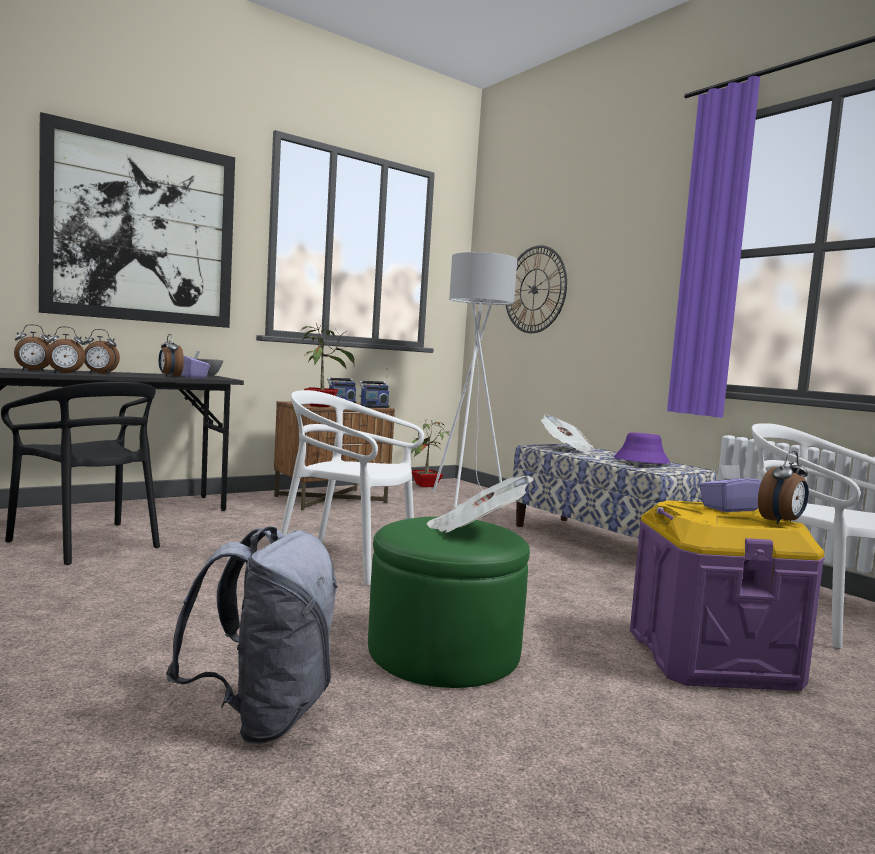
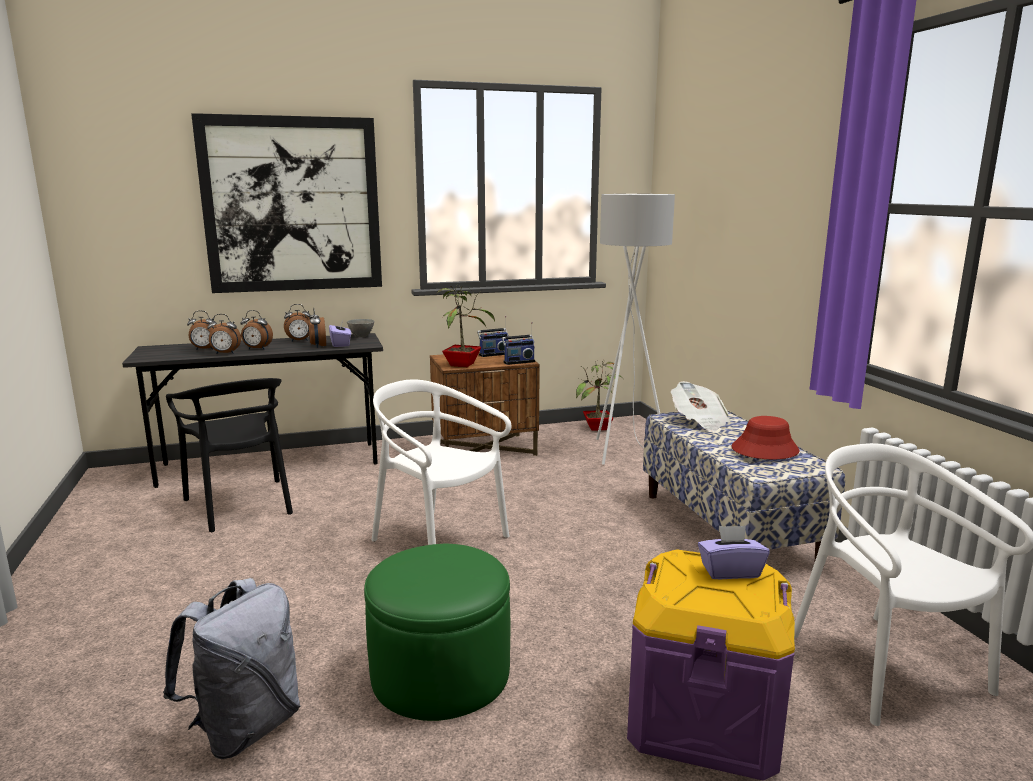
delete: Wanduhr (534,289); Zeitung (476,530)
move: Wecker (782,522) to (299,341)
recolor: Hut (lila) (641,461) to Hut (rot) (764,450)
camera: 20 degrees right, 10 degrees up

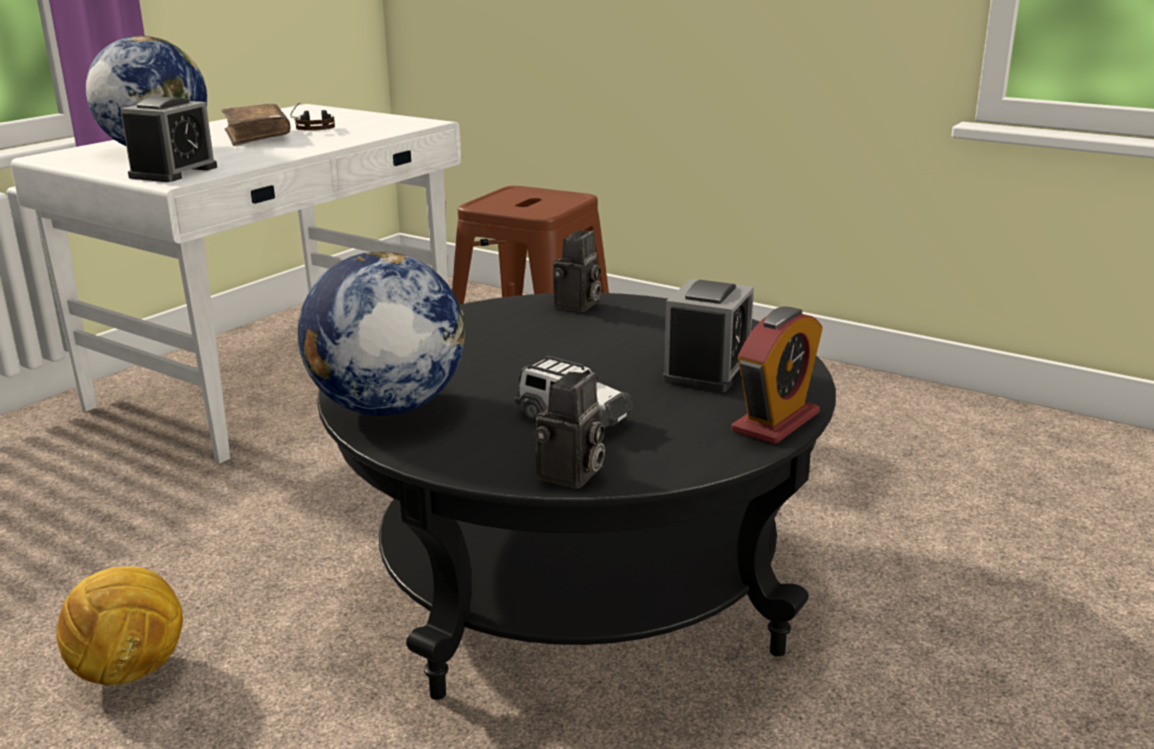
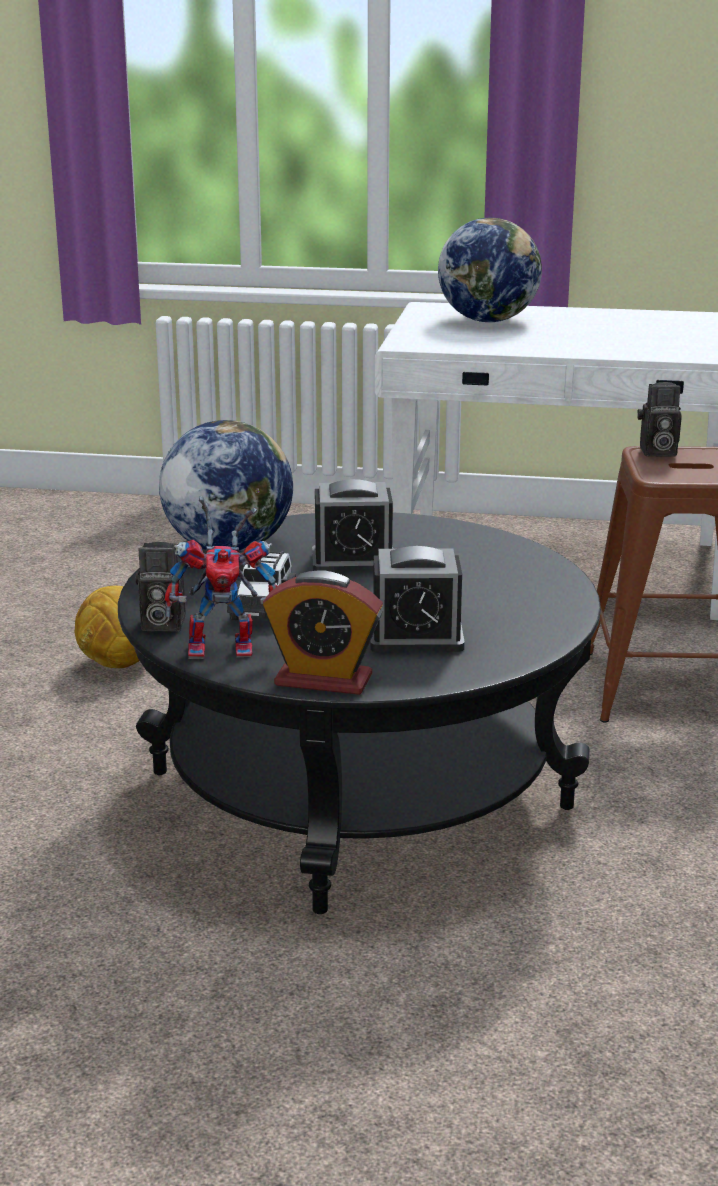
delete: Kopfhörer (313,128); Buch (braun) (257,136)
insert: Spielzeugroboter (227,647)
move: Wecker (173,172) to (353,561); Kamera (577,306) to (656,452)
camera: 65 degrees right, 0 degrees up

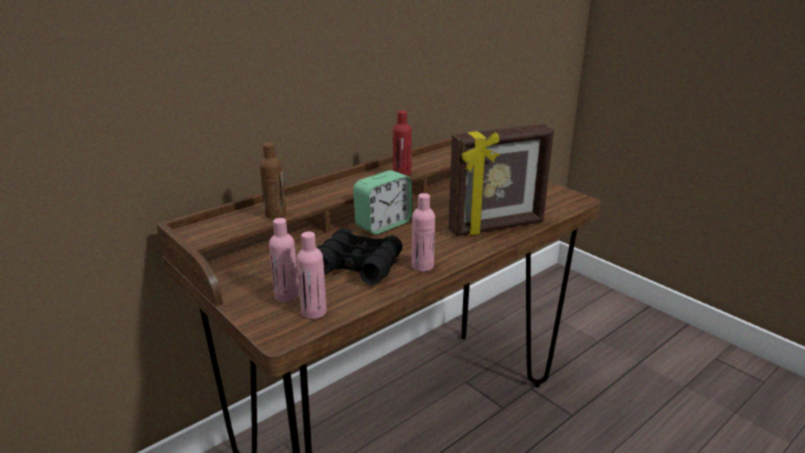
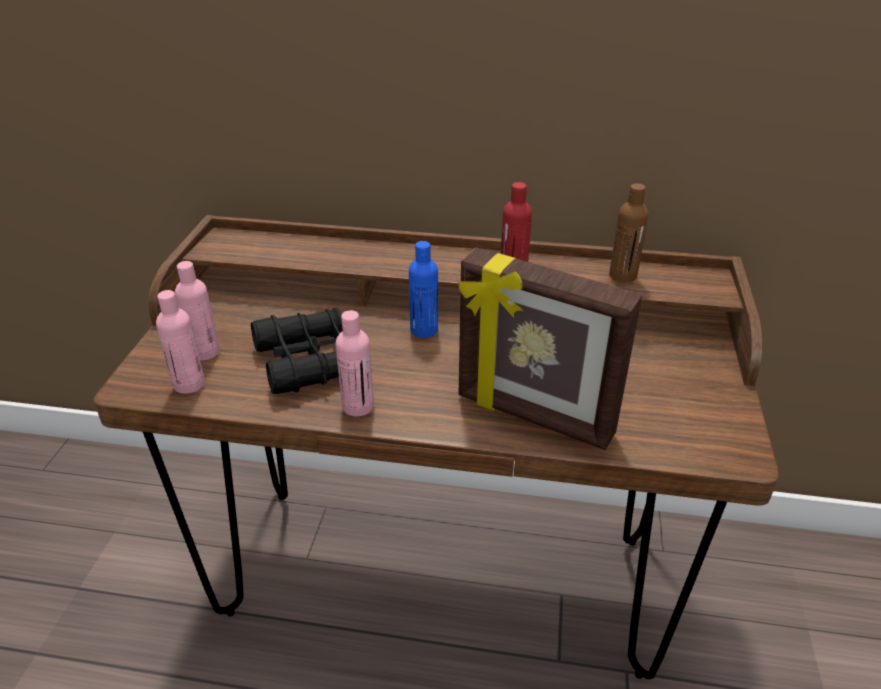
move: Flasche (braun) (275,214) to (622,275)
replace: Wecker (383,224) to Flasche (blau) (424,330)
camera: 50 degrees right, 10 degrees up

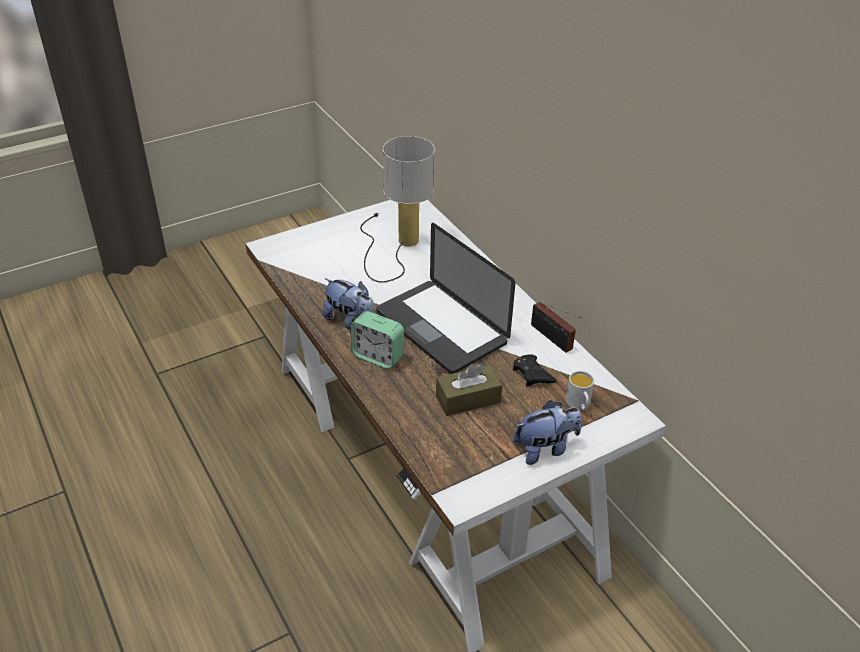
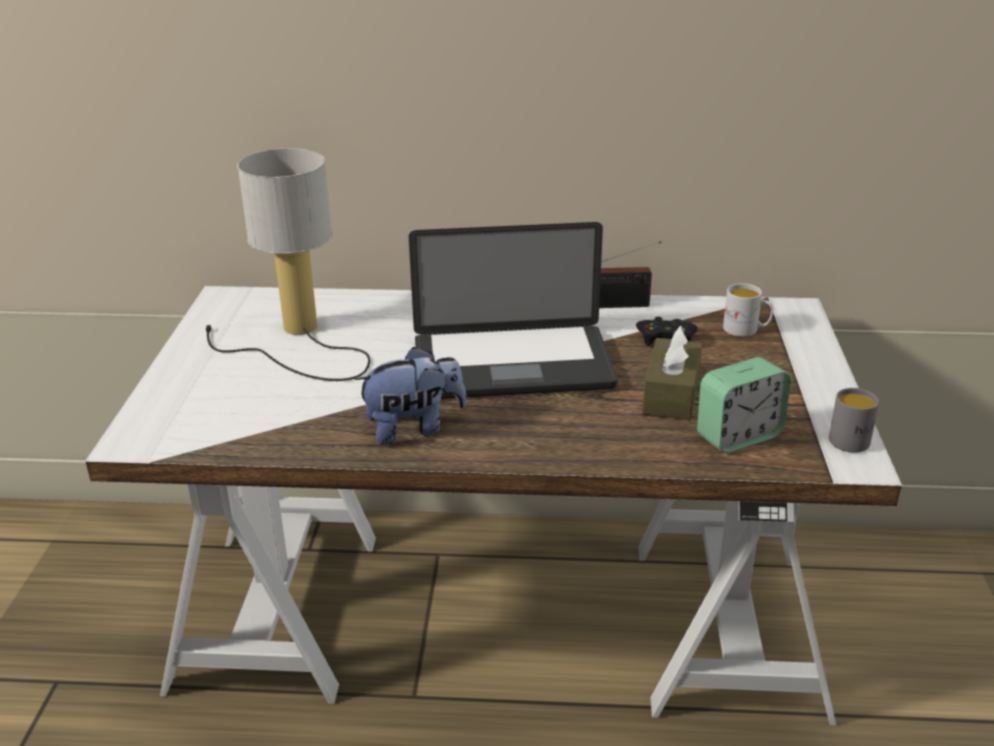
delete: Plüschtier (545,449)
insert: Henkelbecher (grau) (851,438)
move: Wecker (378,356) to (738,436)
camera: 55 degrees left, 10 degrees down

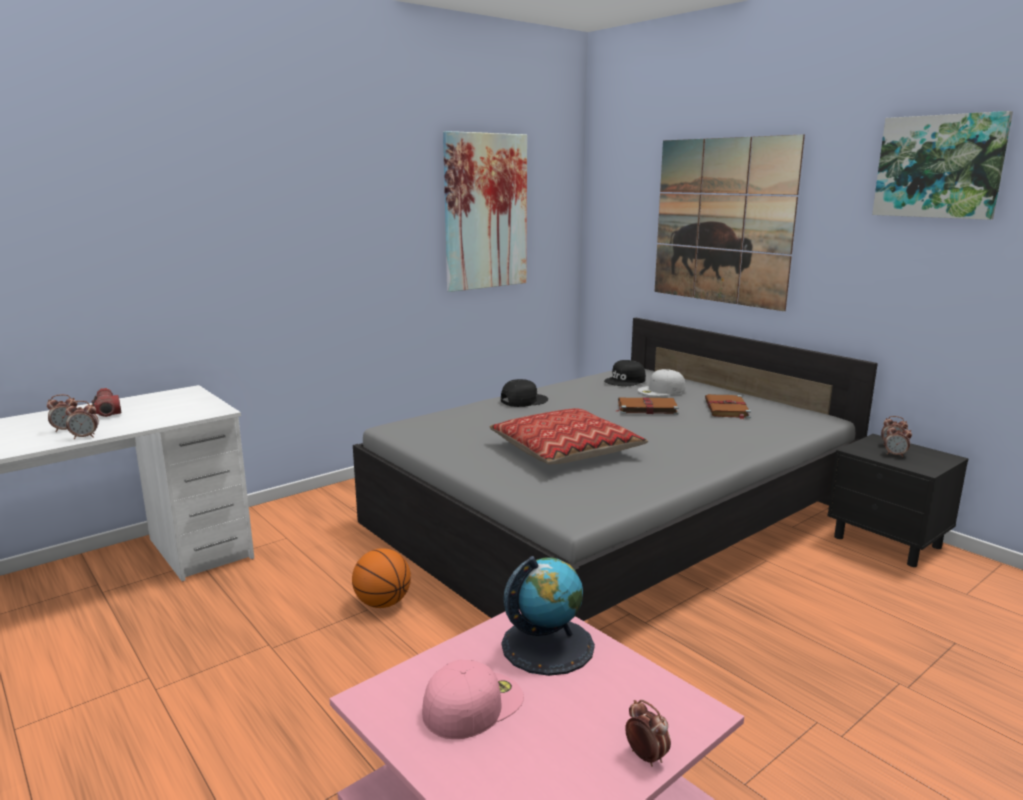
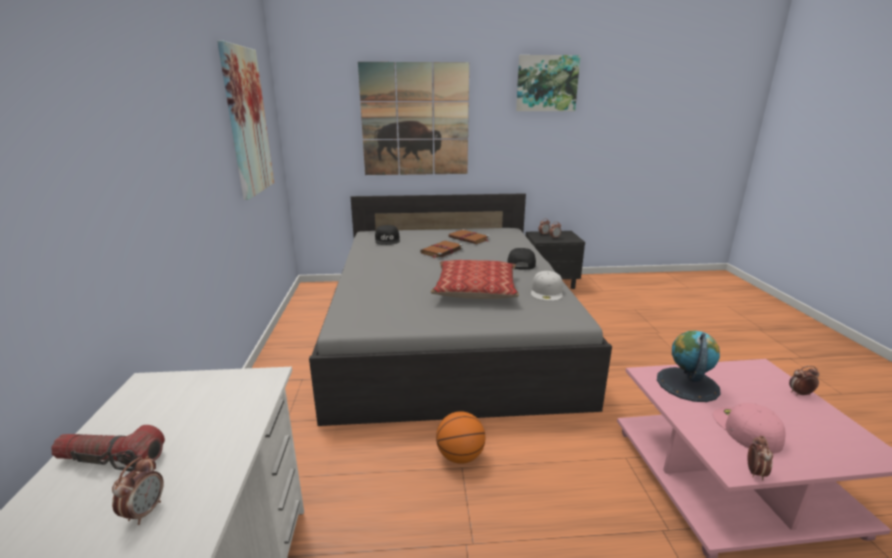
move: Kappe (weiß) (661,390) to (547,291); Kappe (schwarz) (523,400) to (520,263); Wecker (85,437) to (754,472)
camera: 55 degrees left, 5 degrees up

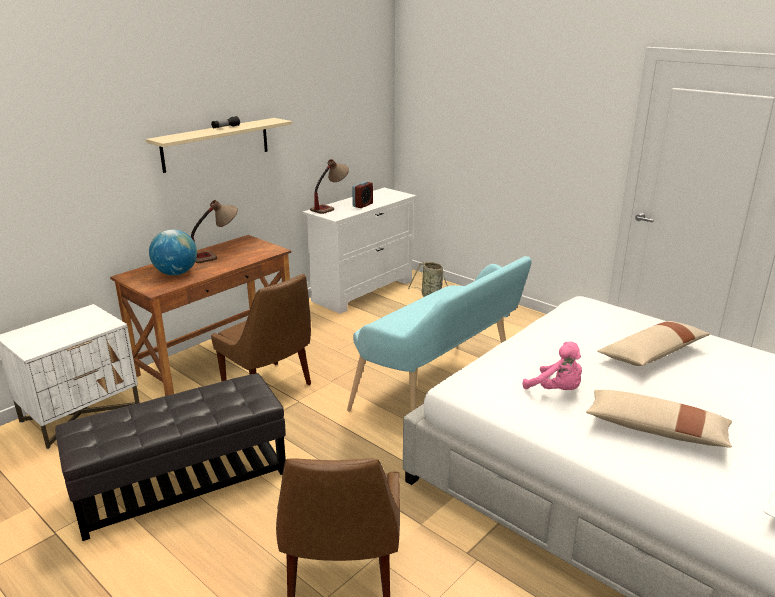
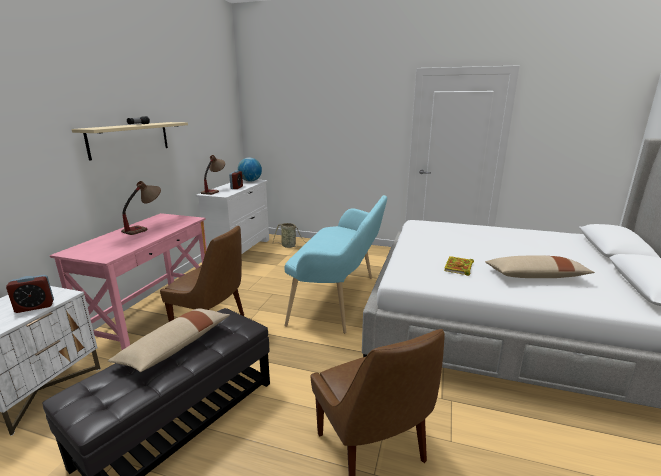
insert: Wecker (35,307)
move: Globus (176,273) to (250,181); Kissen (beige) (652,354) to (176,346)
replace: Plüschtier (rosa) (556,390) to Buch (459,268)
recolor: Schreibtisch (braun) (216,358) to Schreibtisch (rosa) (152,314)
camera: 25 degrees left, 5 degrees down

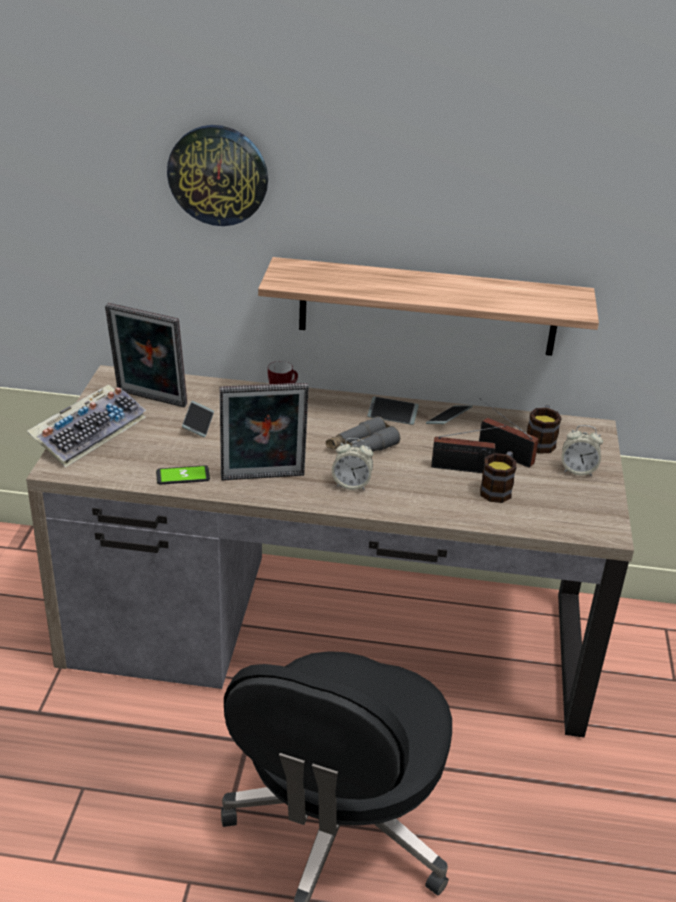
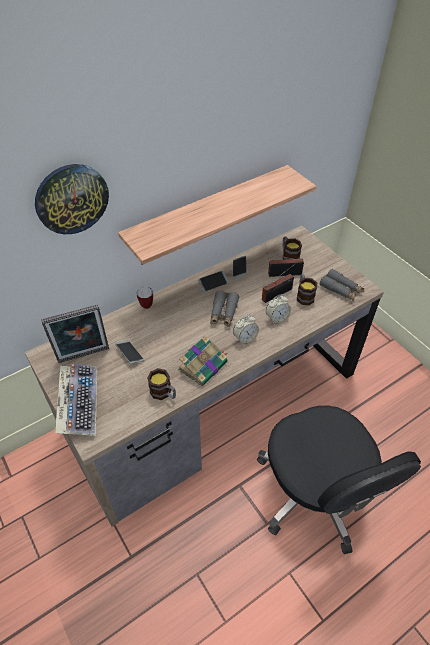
insert: Fernglas (grau) (341,289)
move: Wecker (577,470) to (277,318)
replace: Bilderrahmen (263,479) to Buch (203,365); Handy (183,476) to Henkelbecher (164,393)
camera: 40 degrees left, 15 degrees up

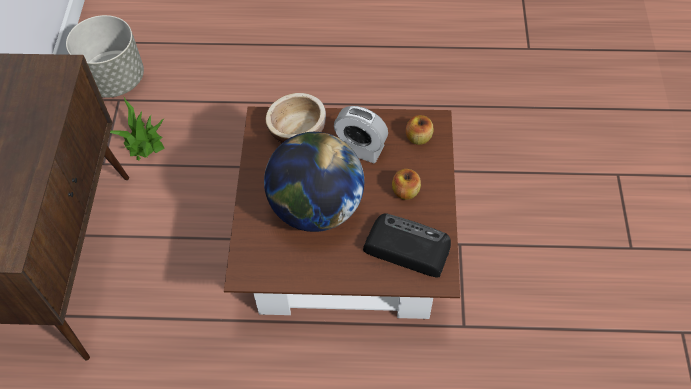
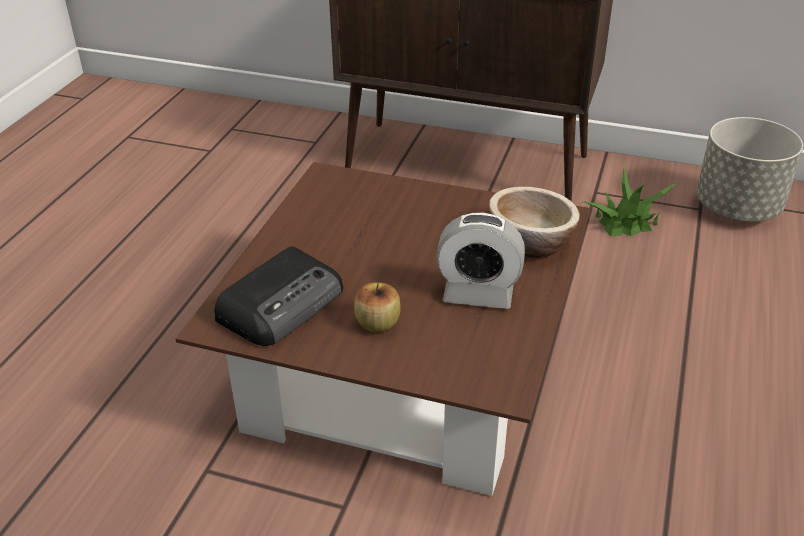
delete: Apfel (418,138); Globus (316,208)
rotate: Wecker (360,148) = (478,295) 120 degrees counterclockwise
camera: 105 degrees right, 20 degrees down

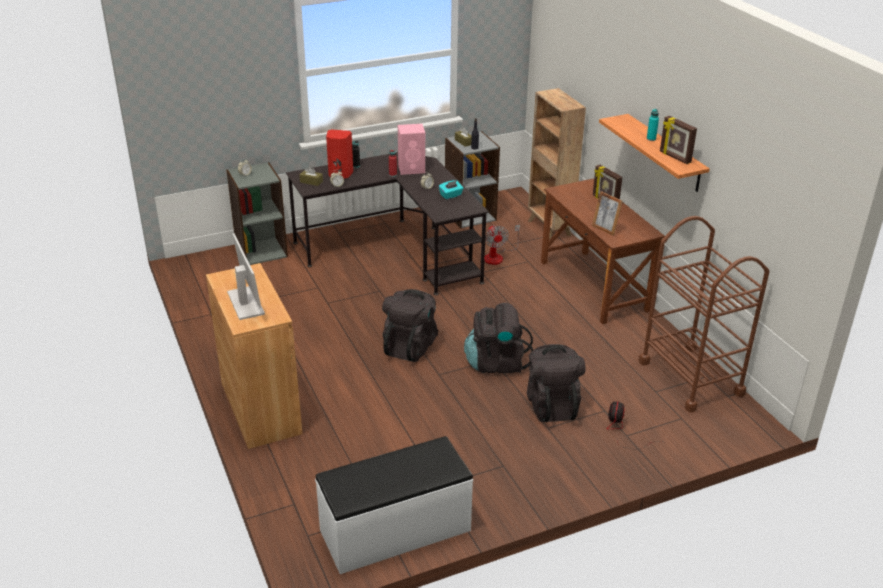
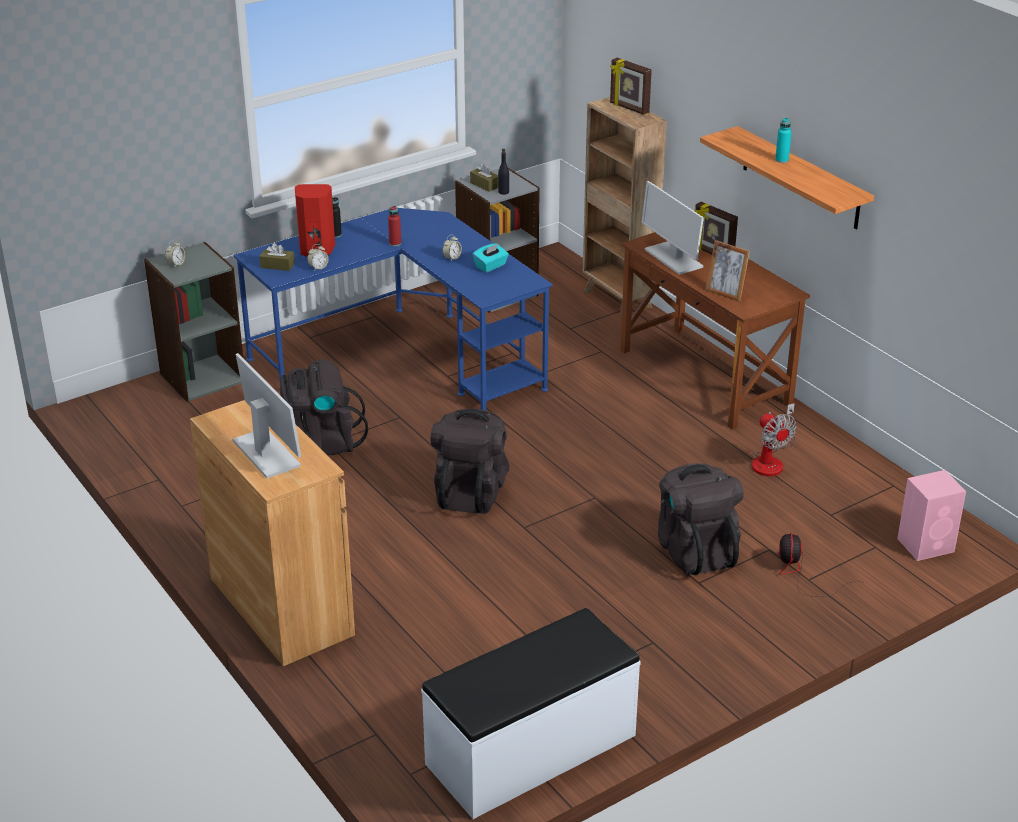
delete: Rollwagen (braun) (690,377)
insert: Monitor (672,258)
move: Bilderrahmen (674,157) to (629,108); Lautsprecher (rosa) (412,169) to (926,545); Ventilator (497,256) to (771,460); Rucksack (schwarz) (496,363) to (319,444)
recolor: Schreibtisch (schwarz) (395,251) to Schreibtisch (blau) (403,356)
camera: 10 degrees left, 0 degrees up

